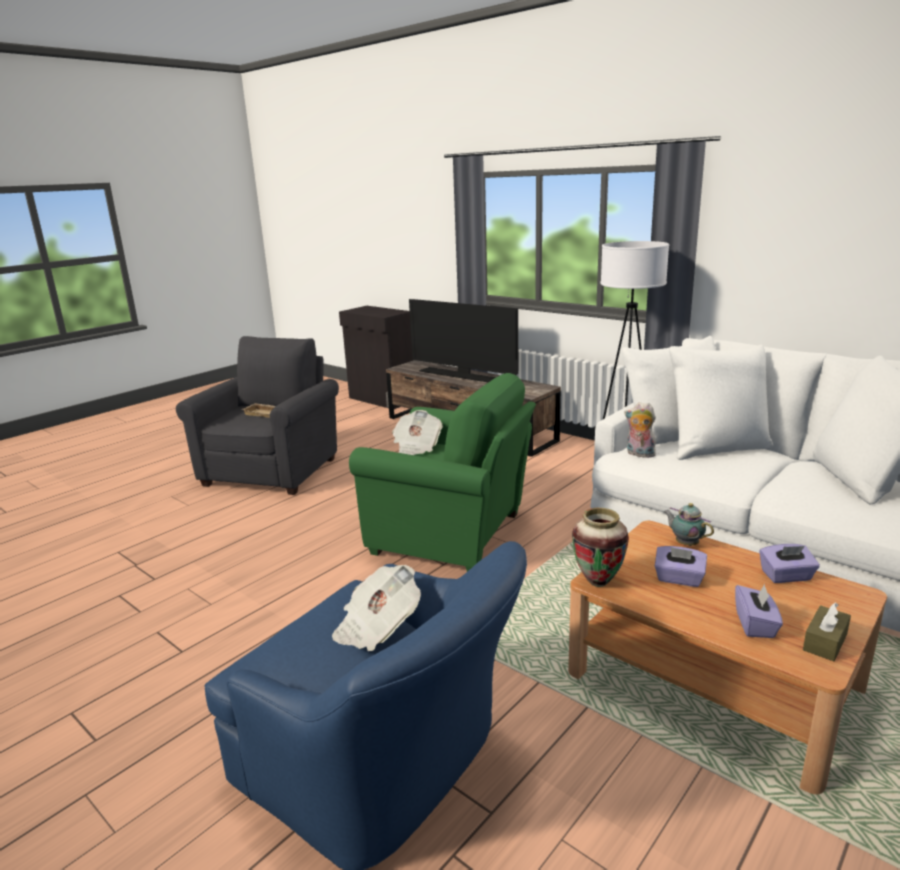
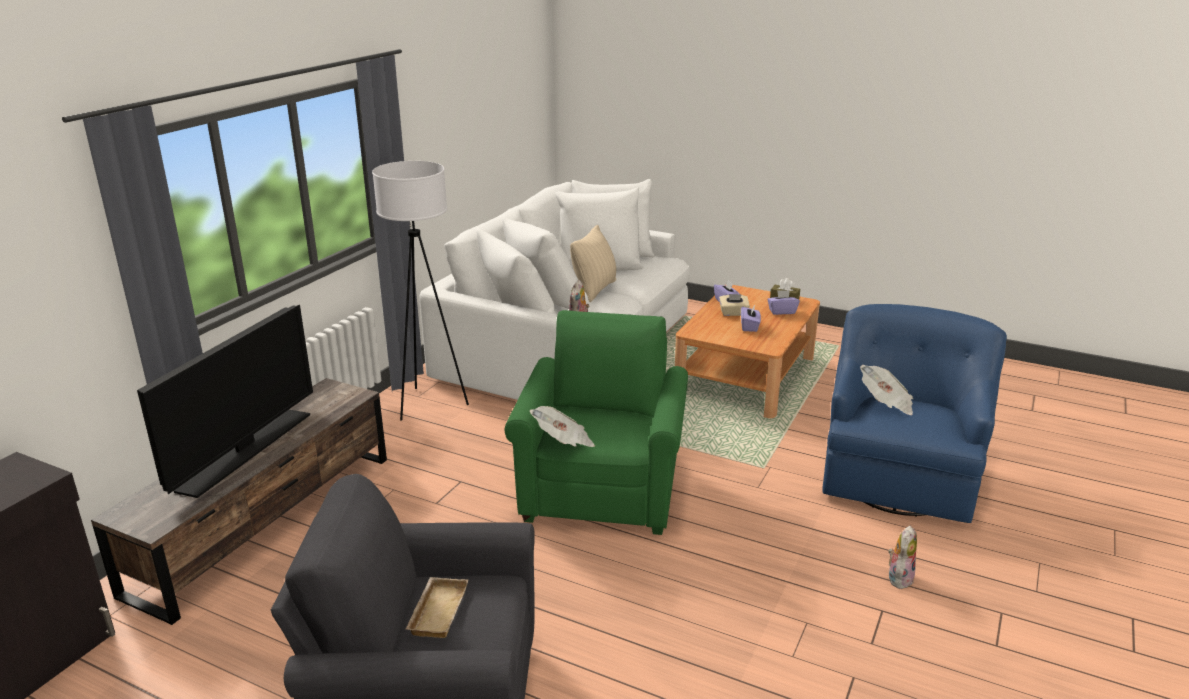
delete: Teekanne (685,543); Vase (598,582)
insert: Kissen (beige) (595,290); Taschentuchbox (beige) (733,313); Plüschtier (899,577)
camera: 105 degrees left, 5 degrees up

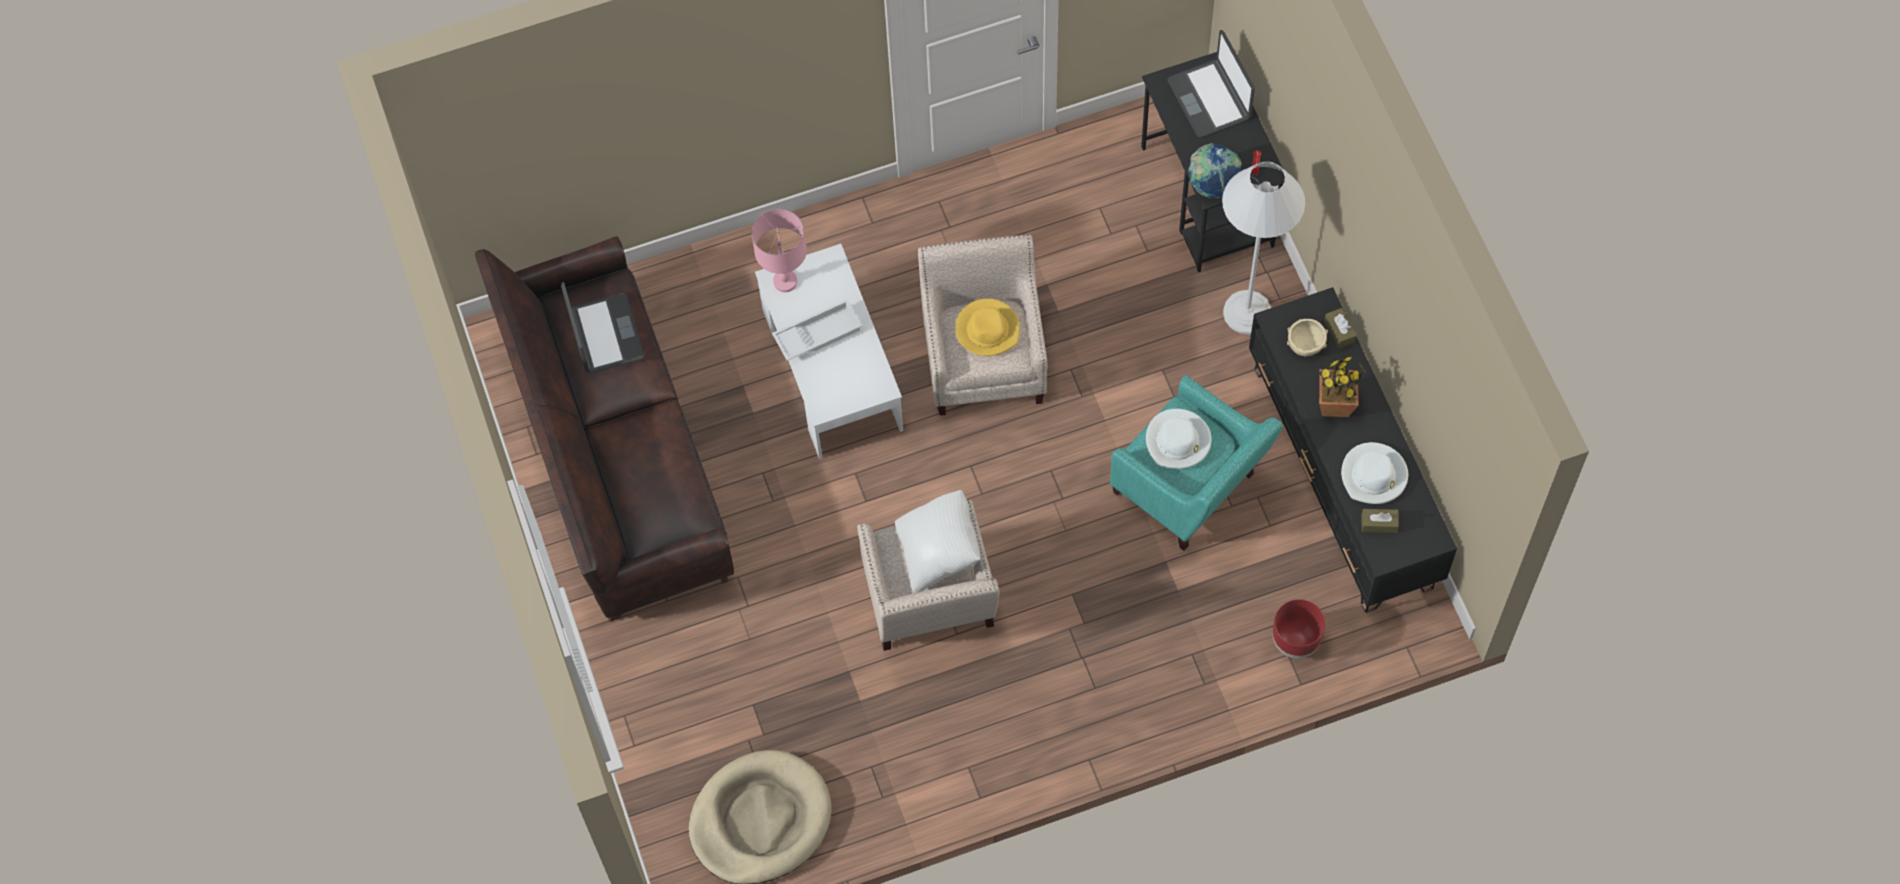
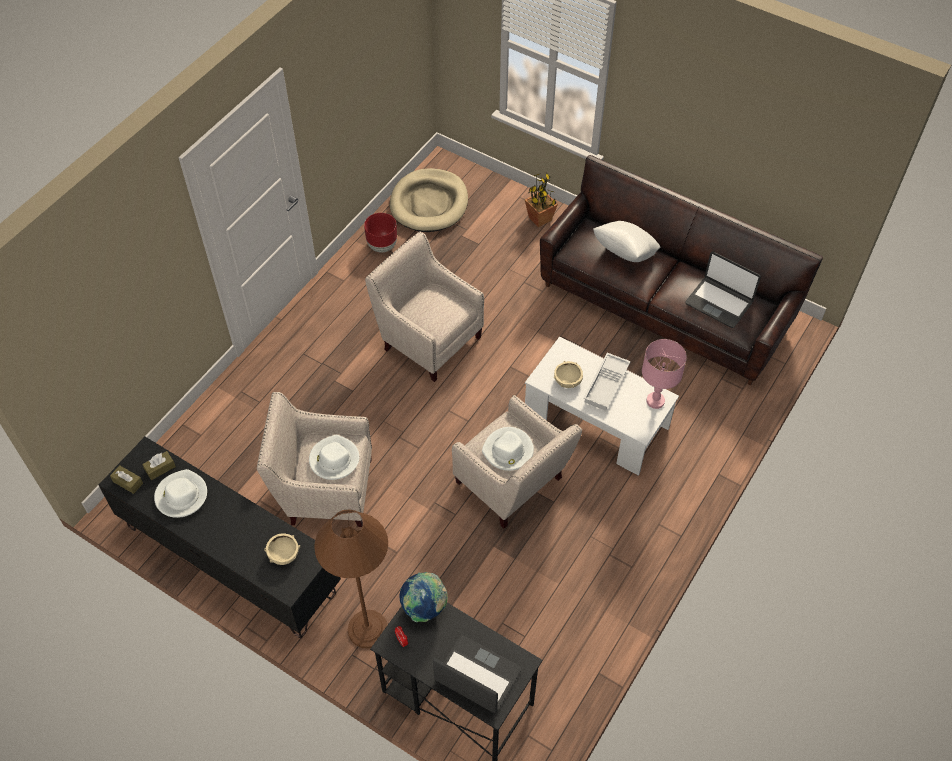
insert: Schüssel (beige) (567,380)
move: Taschentuchbox (braun) (1339,331) to (128,482); Topfpflanze (1335,404) to (540,219); Kissen (weiß) (939,552) to (624,254); Pflanzkübel (rot) (1295,641) to (382,246)
recolor: Stehlampe (weiß) (1247,312) to Stehlampe (braun) (367,629); Hut (gelb) (987,329) to Hut (weiß) (508,451); Sessel (türkis) (1189,491) to Sessel (beige) (324,489)
camera: 140 degrees right, 10 degrees down

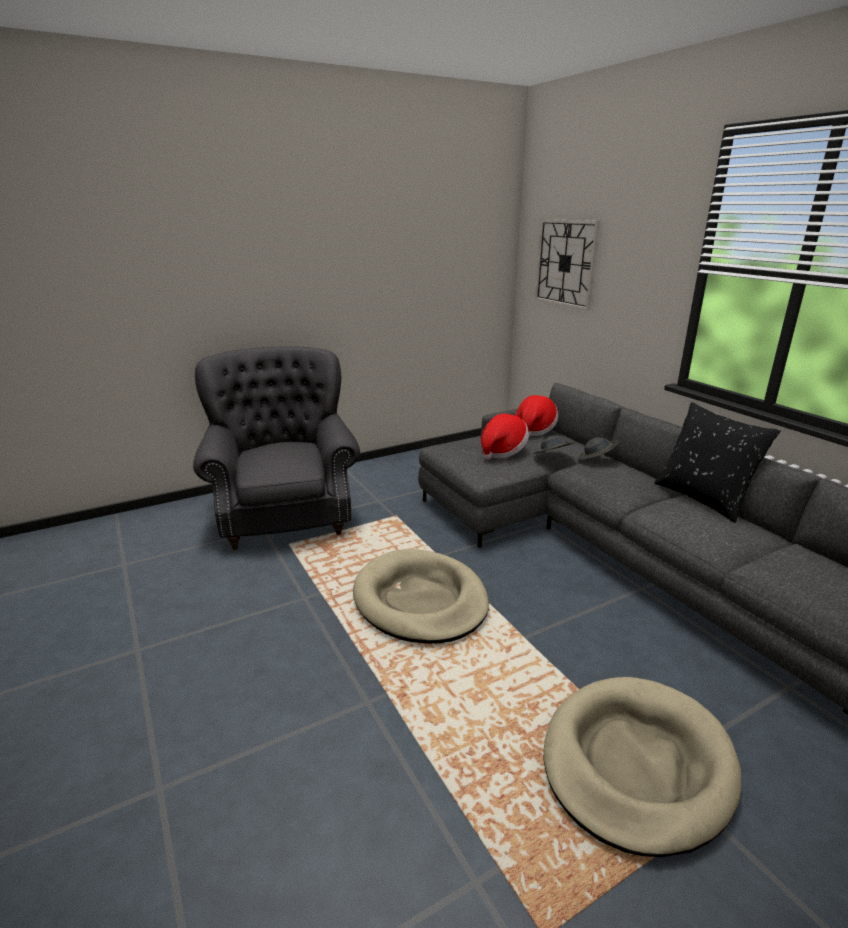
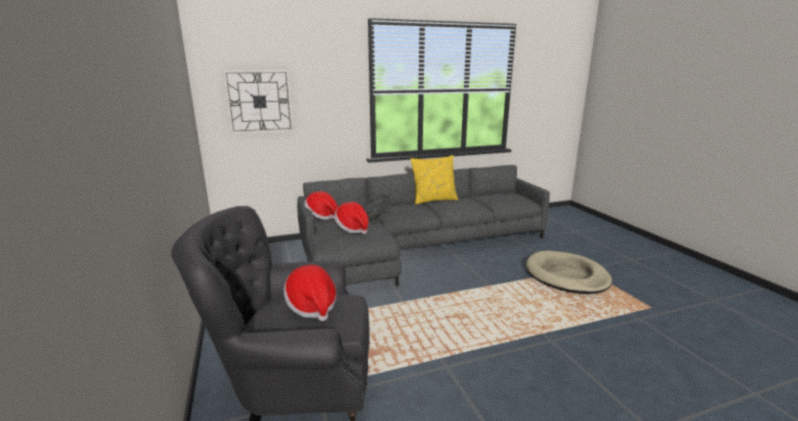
delete: Hundebett (beige) (420,600)
insert: Hut (312,306)
recolor: Kissen (schwarz) (703,499) to Kissen (gelb) (433,200)
camera: 80 degrees left, 5 degrees down

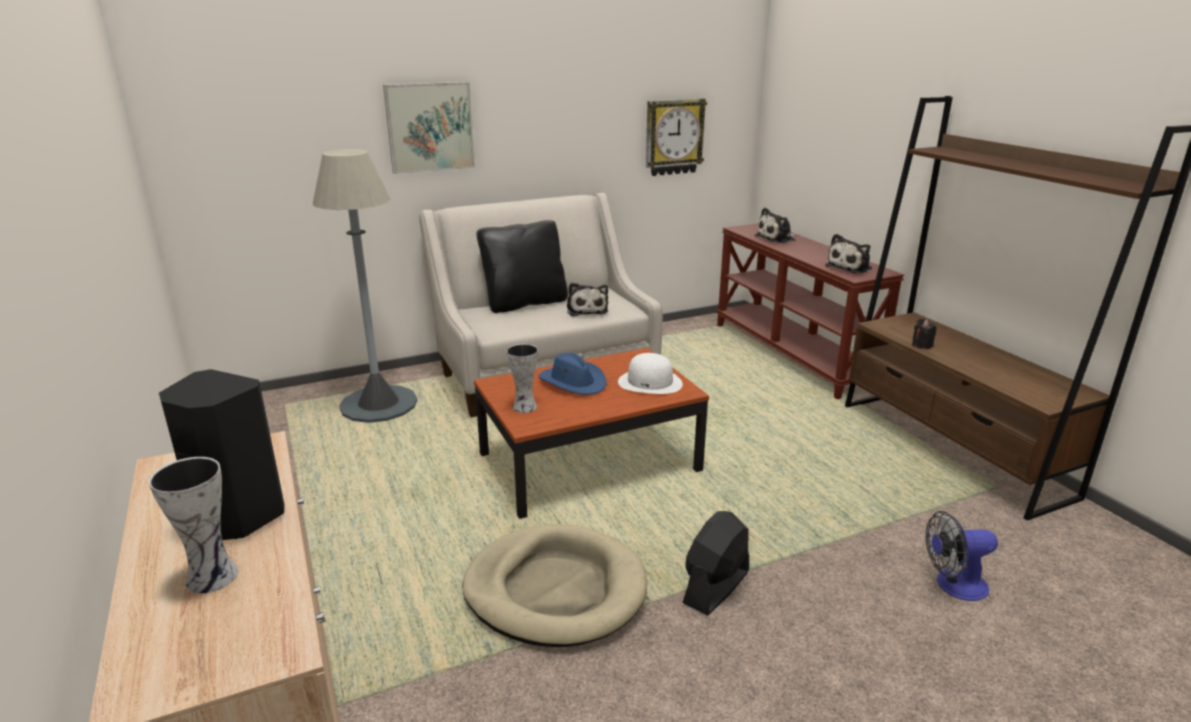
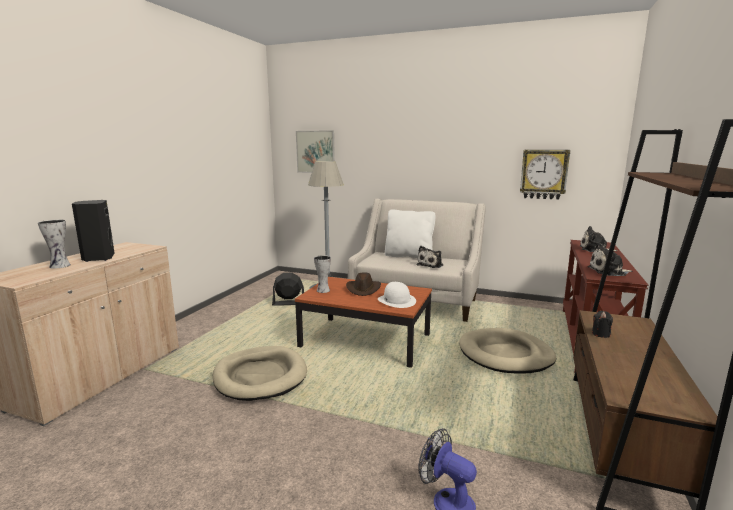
insert: Hundebett (beige) (505,355)
move: Bild (430,127) to (315,152); Ventilator (schwarz) (716,587) to (288,303)
recolor: Kissen (schwarz) (525,303) to Kissen (weiß) (409,256); Hut (blau) (573,382) to Hut (braun) (363,289)
camera: 45 degrees right, 10 degrees down

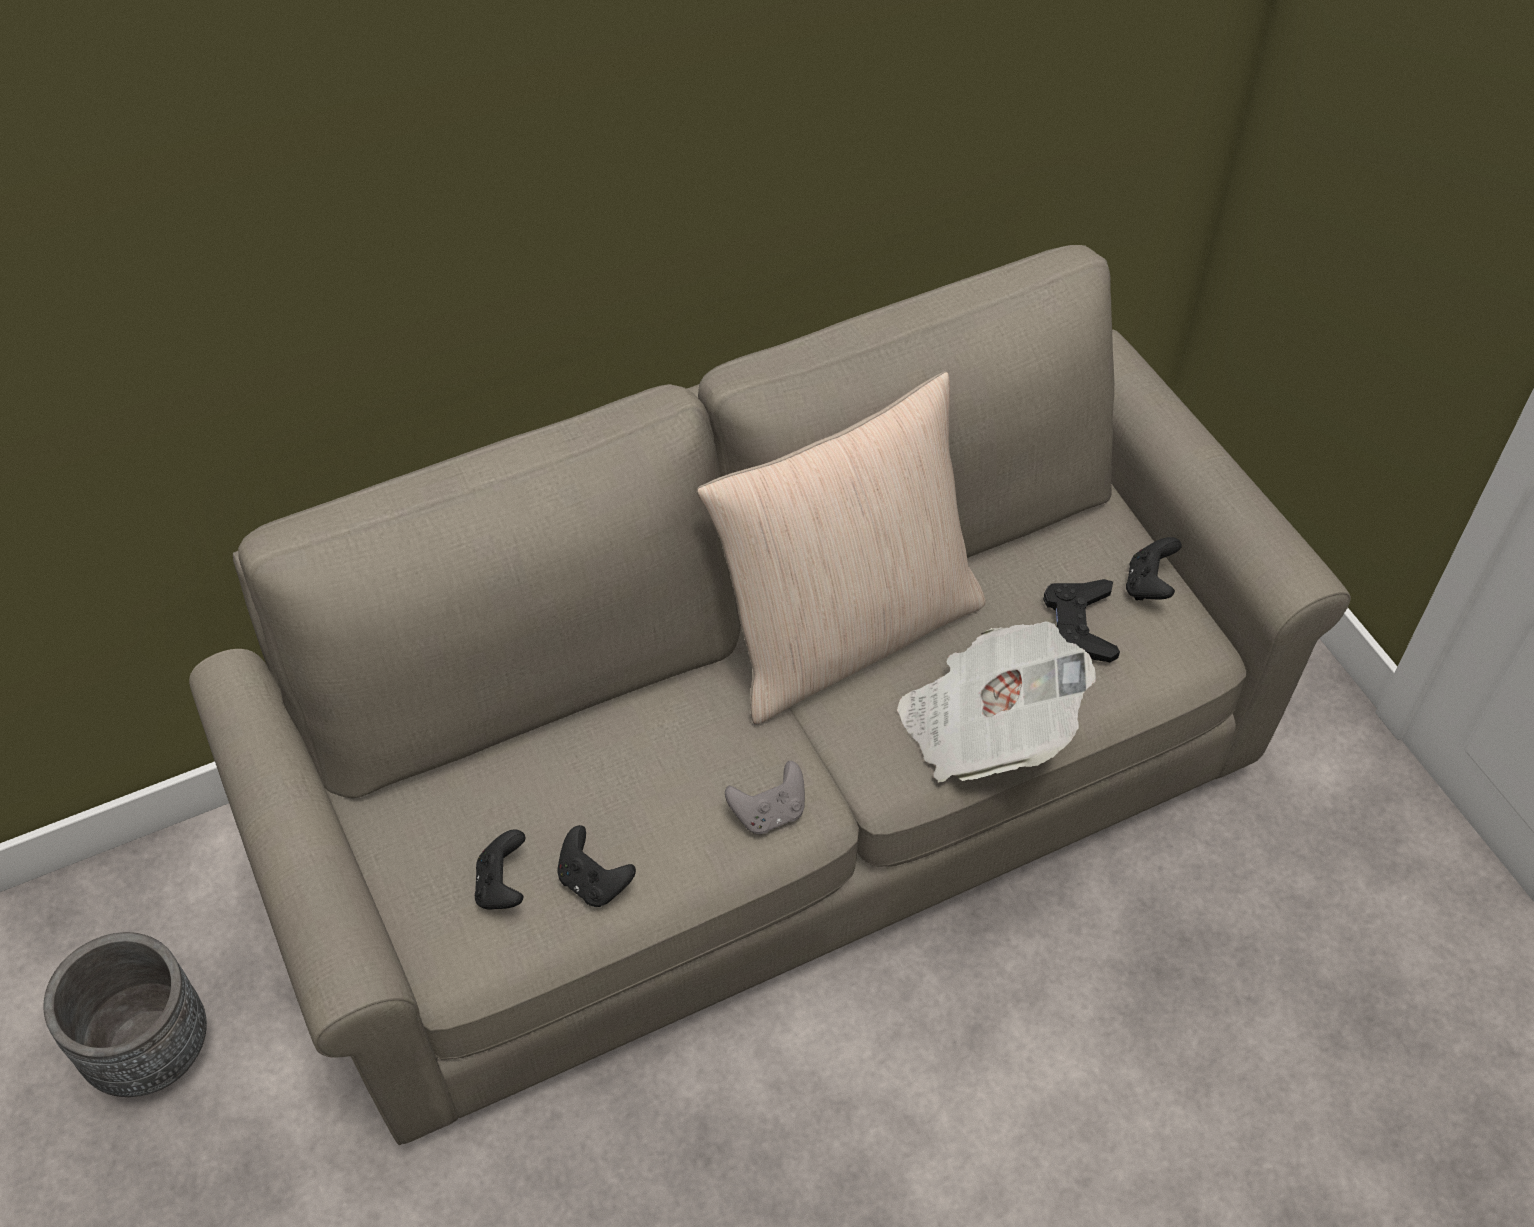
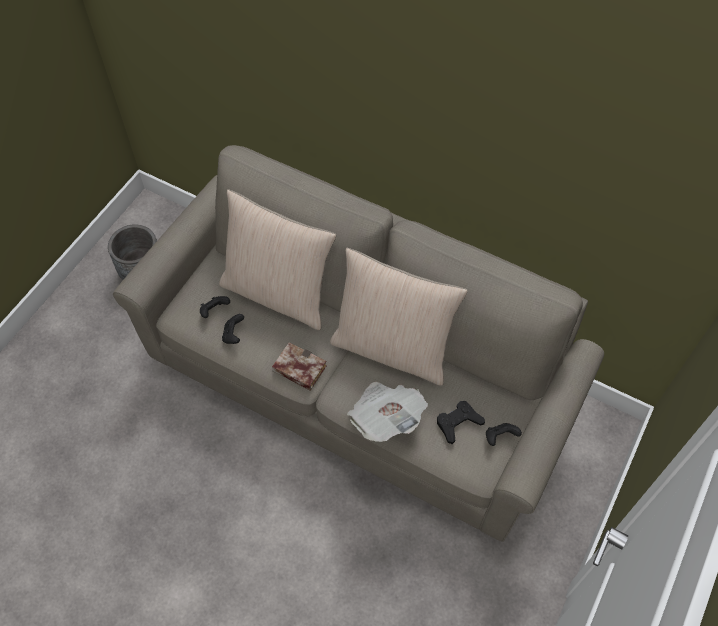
insert: Kissen (beige) (278,293)
replace: Gamepad (grau) (769,813) to Buch (297,369)
camera: 55 degrees right, 5 degrees up

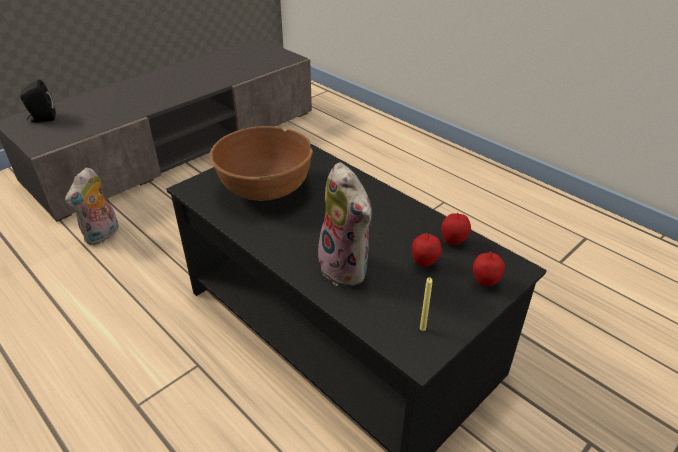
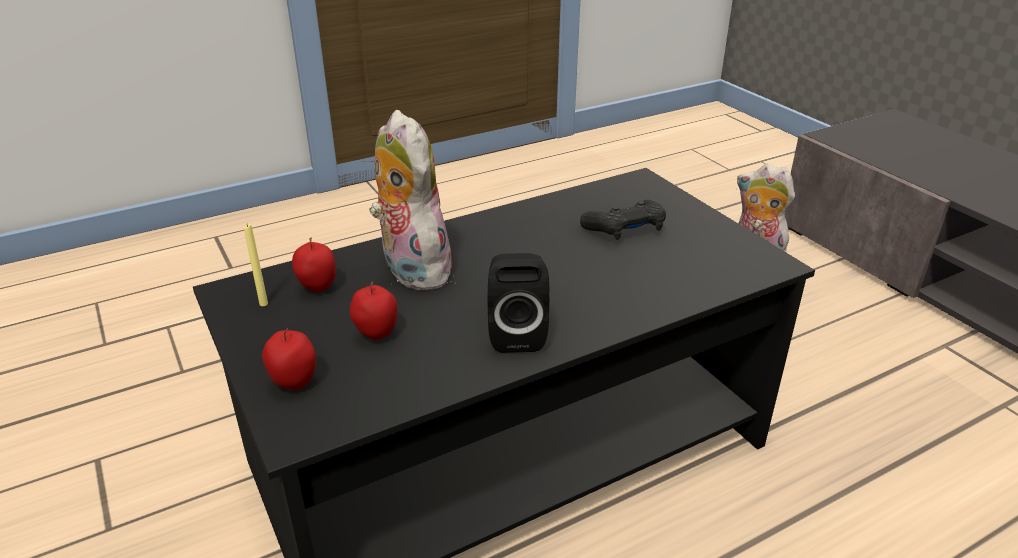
move: Lautsprecher (schwarz) (42,119) to (516,334); Apfel (453,242) to (318,288)
replace: Schüssel (braun) (265,188) to Gamepad (schwarz) (625,230)
rotate: Plüschtier (348,268) = (410,269) 75 degrees clockwise
camera: 105 degrees right, 5 degrees down

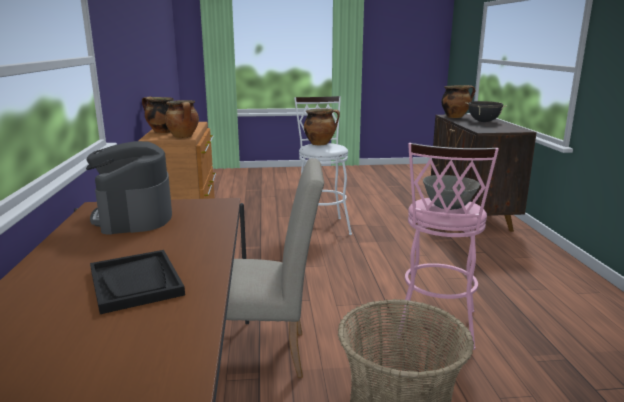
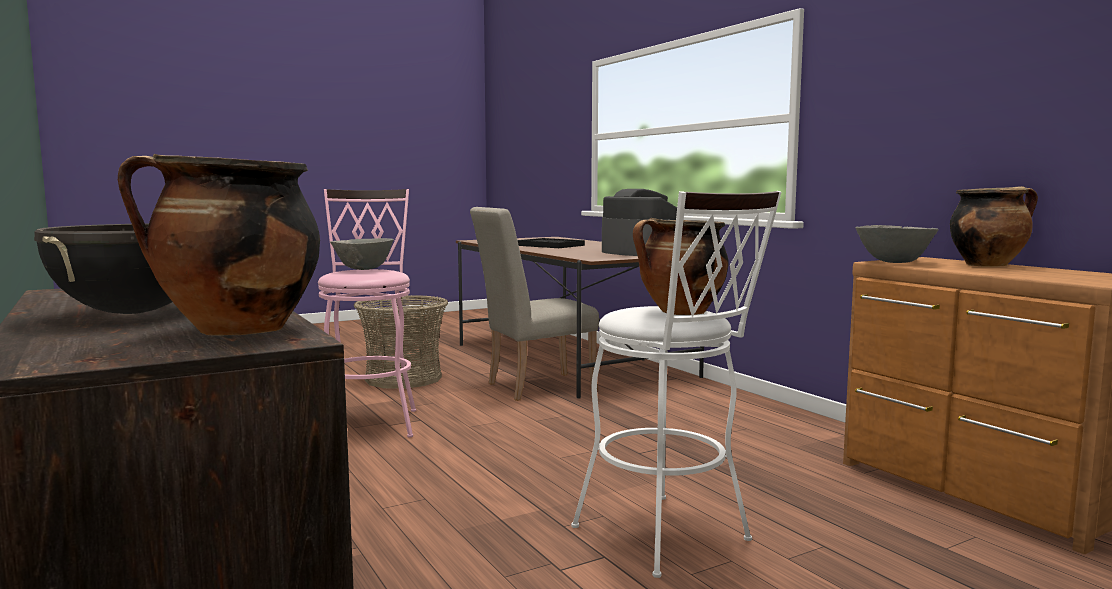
replace: Kochtopf (184,137) to Schüssel (grau) (893,262)
camera: 155 degrees right, 10 degrees down

